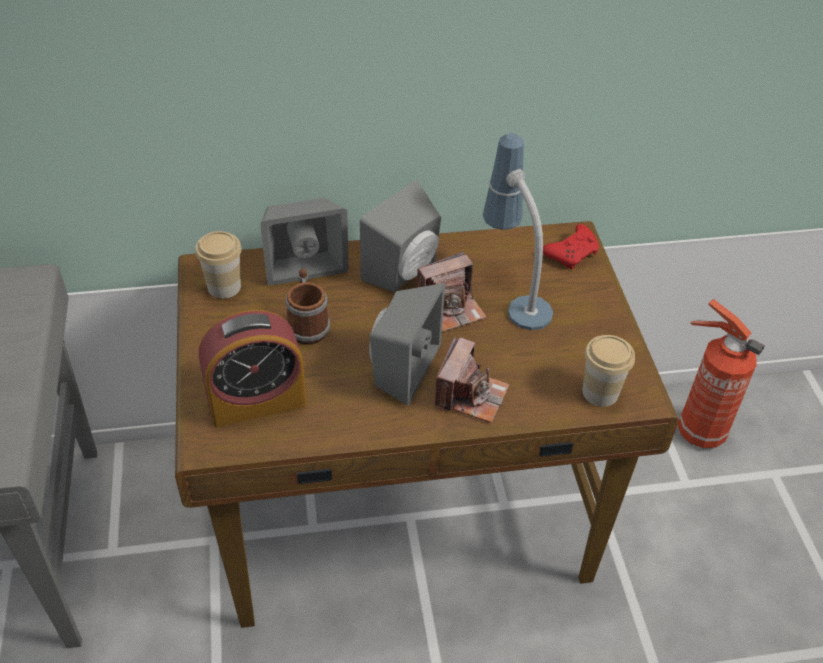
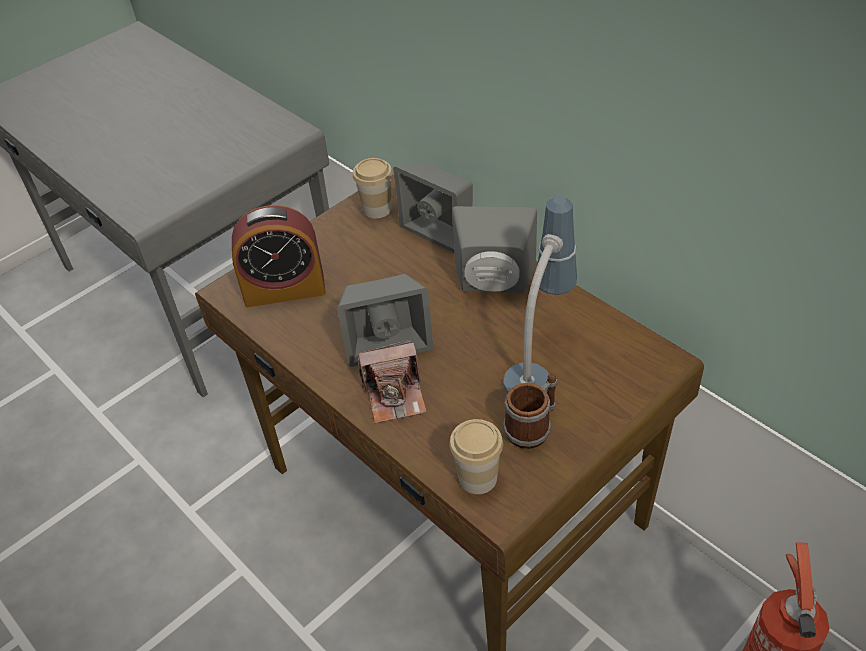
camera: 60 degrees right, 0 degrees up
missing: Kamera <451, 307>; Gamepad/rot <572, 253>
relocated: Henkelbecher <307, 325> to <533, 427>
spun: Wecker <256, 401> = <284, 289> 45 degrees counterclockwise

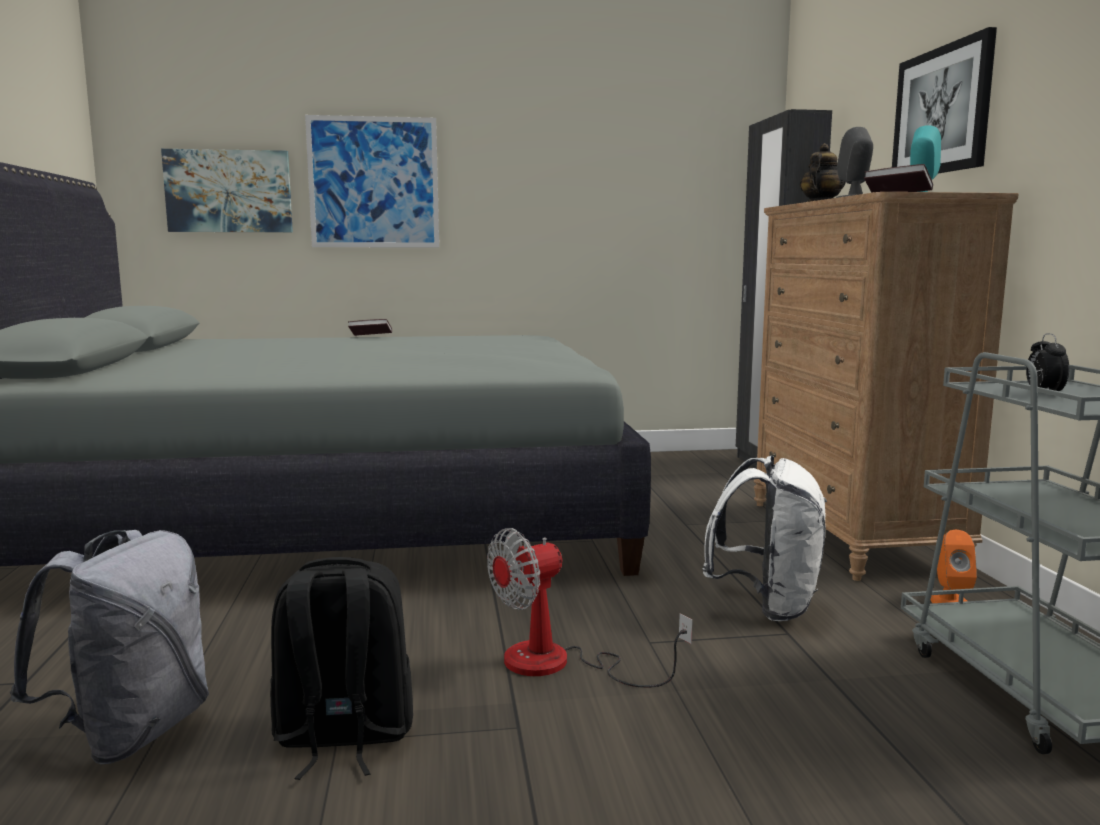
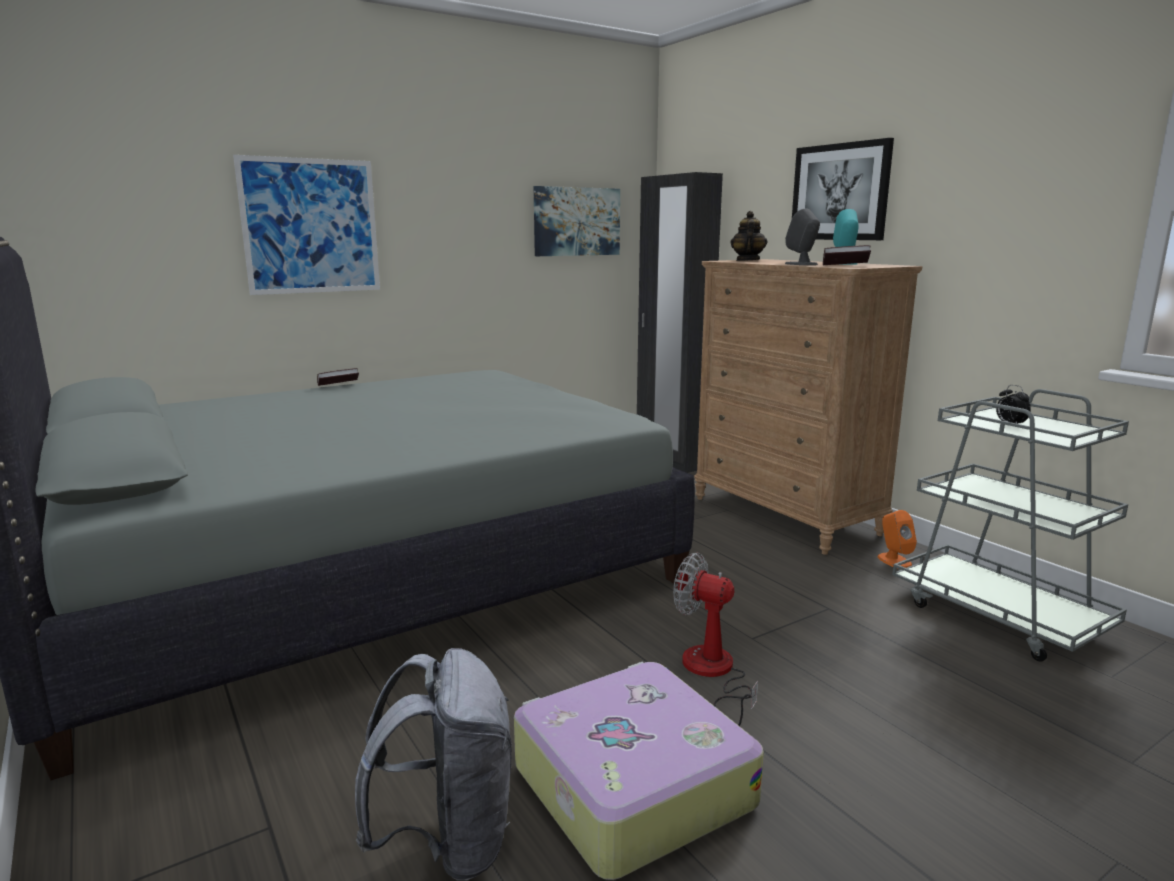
camera: 25 degrees left, 5 degrees up
missing: Rucksack/weiß <767, 606>
relocated: Bild <229, 191> to <576, 221>
exchanged: Rucksack/schwarz <343, 737> to Koffer <630, 785>
spun: Ventilator <559, 664> = <713, 673> 90 degrees clockwise

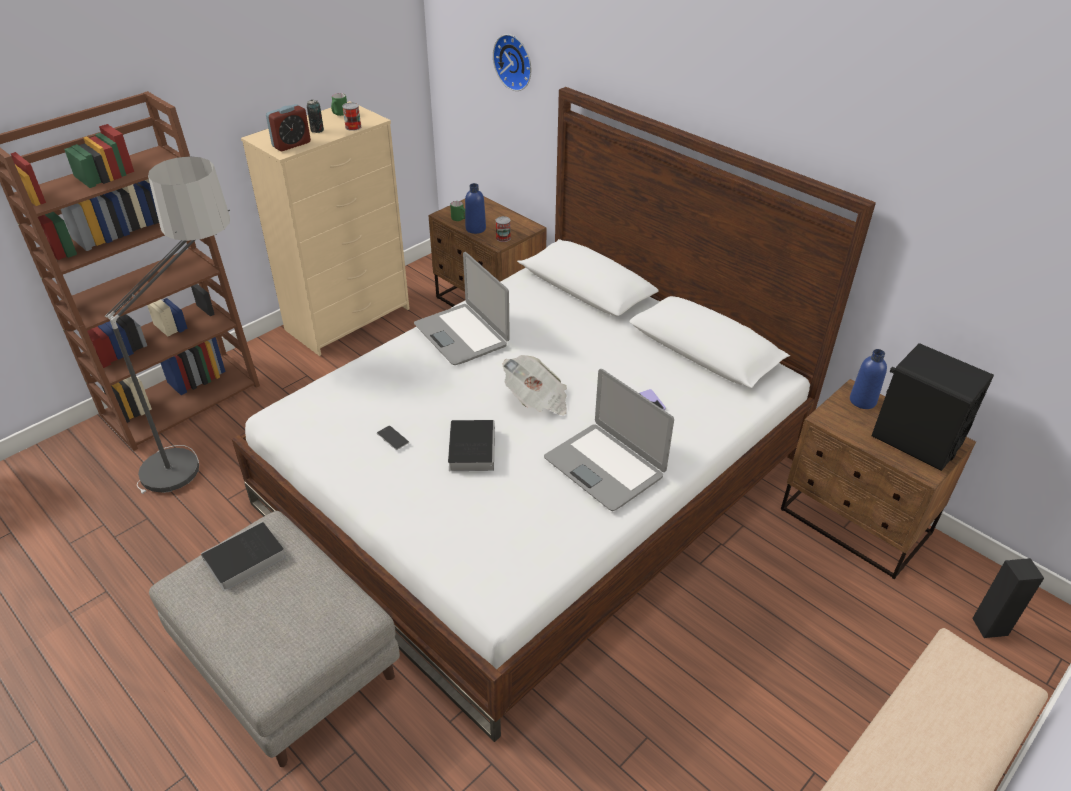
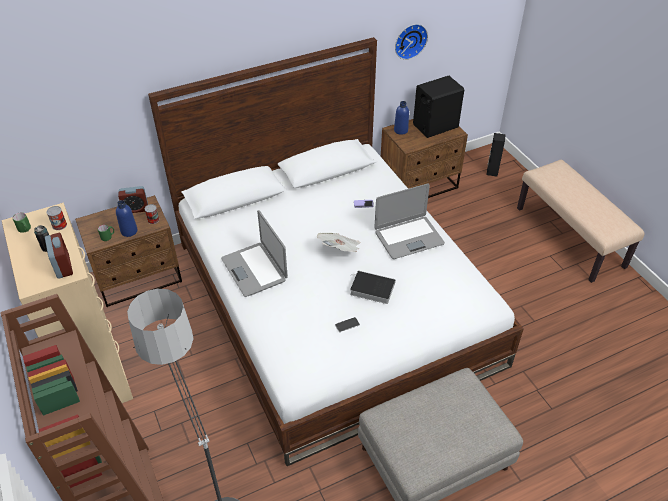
camera: 70 degrees left, 5 degrees up
missing: Buch <243, 560>
appeared: Wecker <135, 209>
relocated: Wanduhr <515, 61> to <409, 40>
spun: Laptop <462, 335> = <254, 269> 75 degrees clockwise

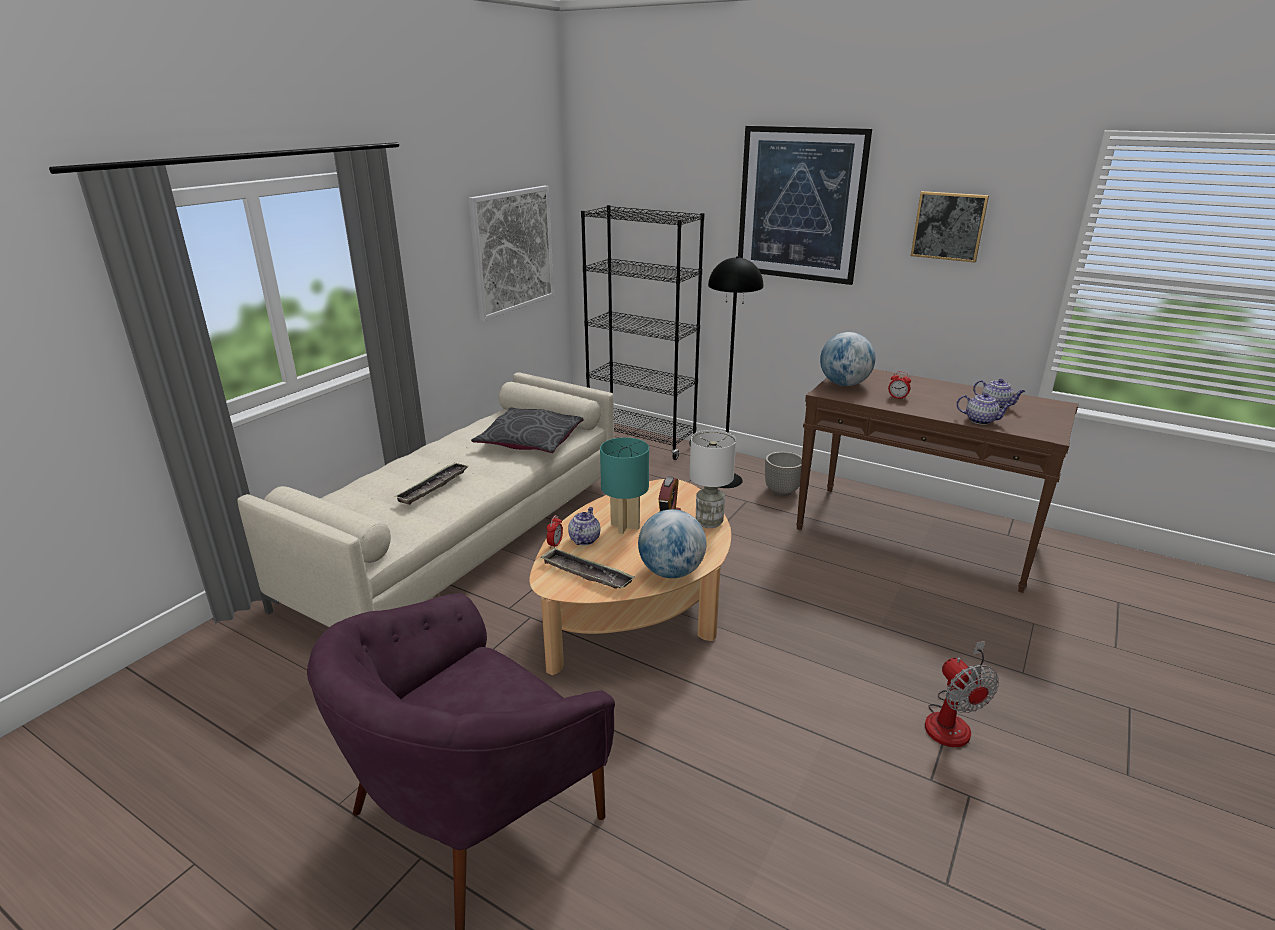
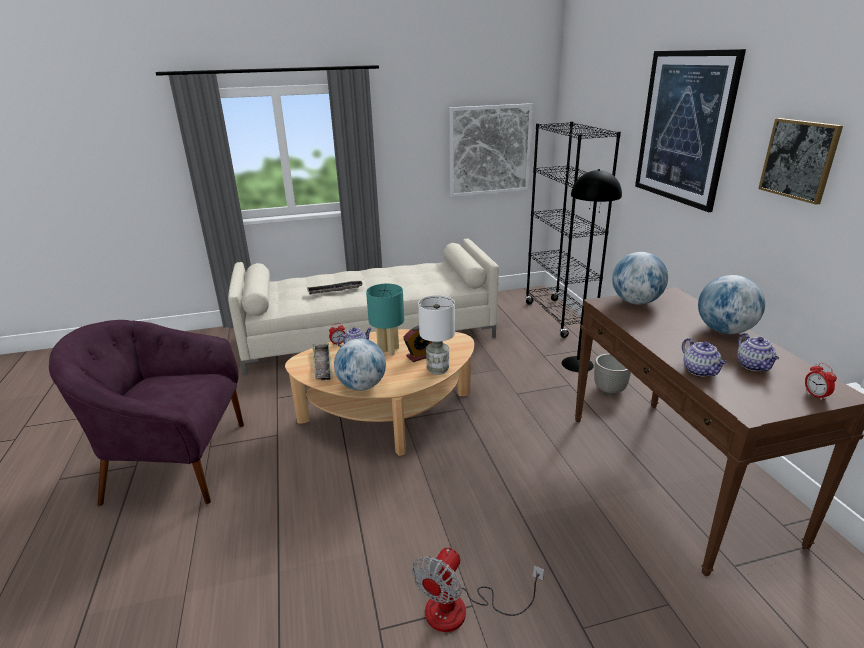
camera: 45 degrees right, 0 degrees up
missing: Kissen/grau <530, 441>
appeared: Globus <724, 331>
relocated: Wecker <897, 397> to <815, 395>

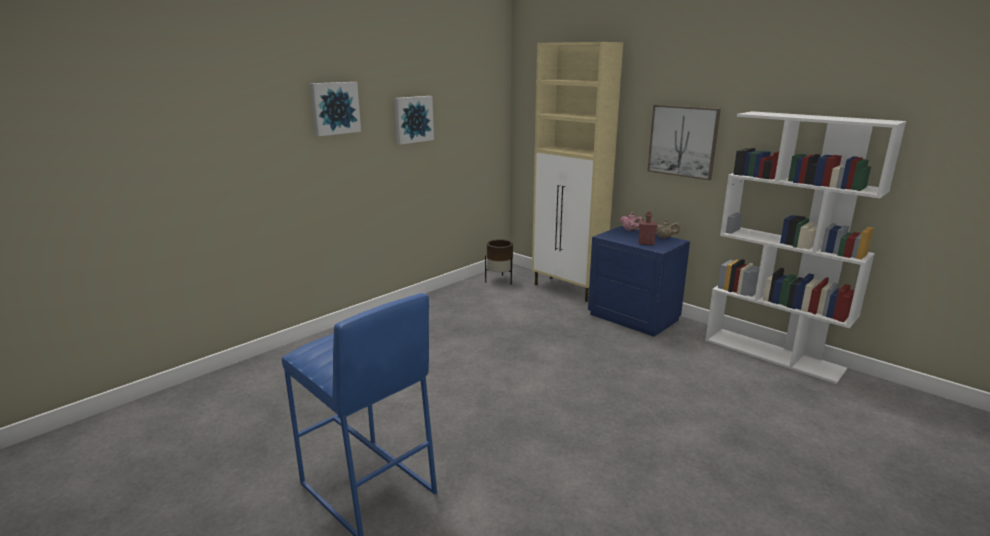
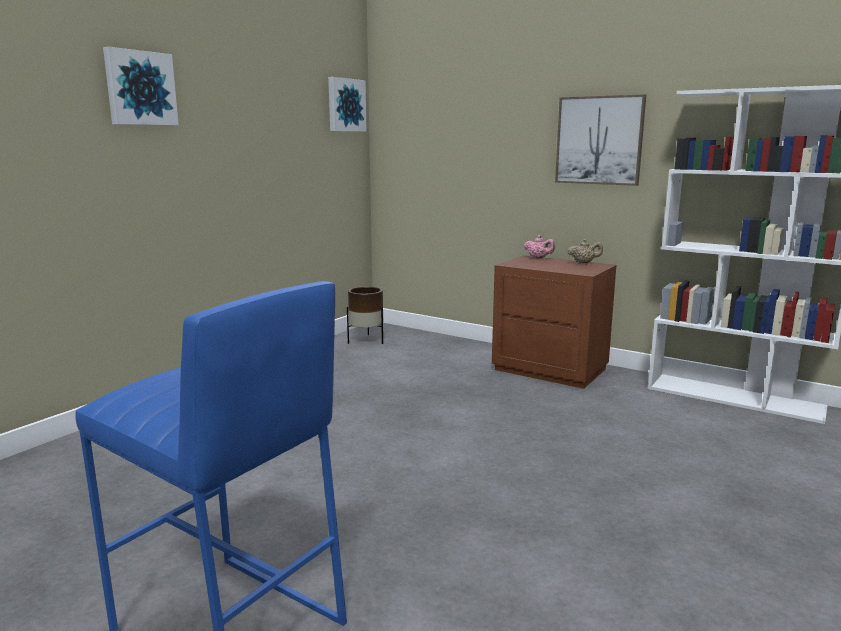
camera: 10 degrees left, 5 degrees down
missing: Schrank/beige <568, 289>; Flasche/rot <646, 243>
relocated: Bild <413, 119> to <345, 105>
colour: Nachttisch/blau <634, 317> to Nachttisch/braun <550, 369>

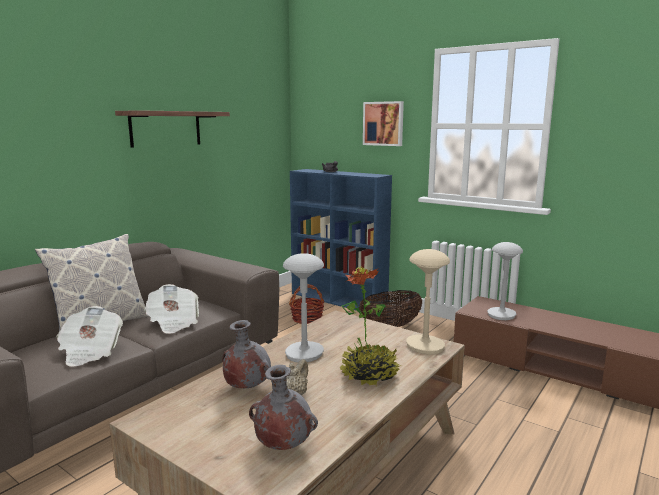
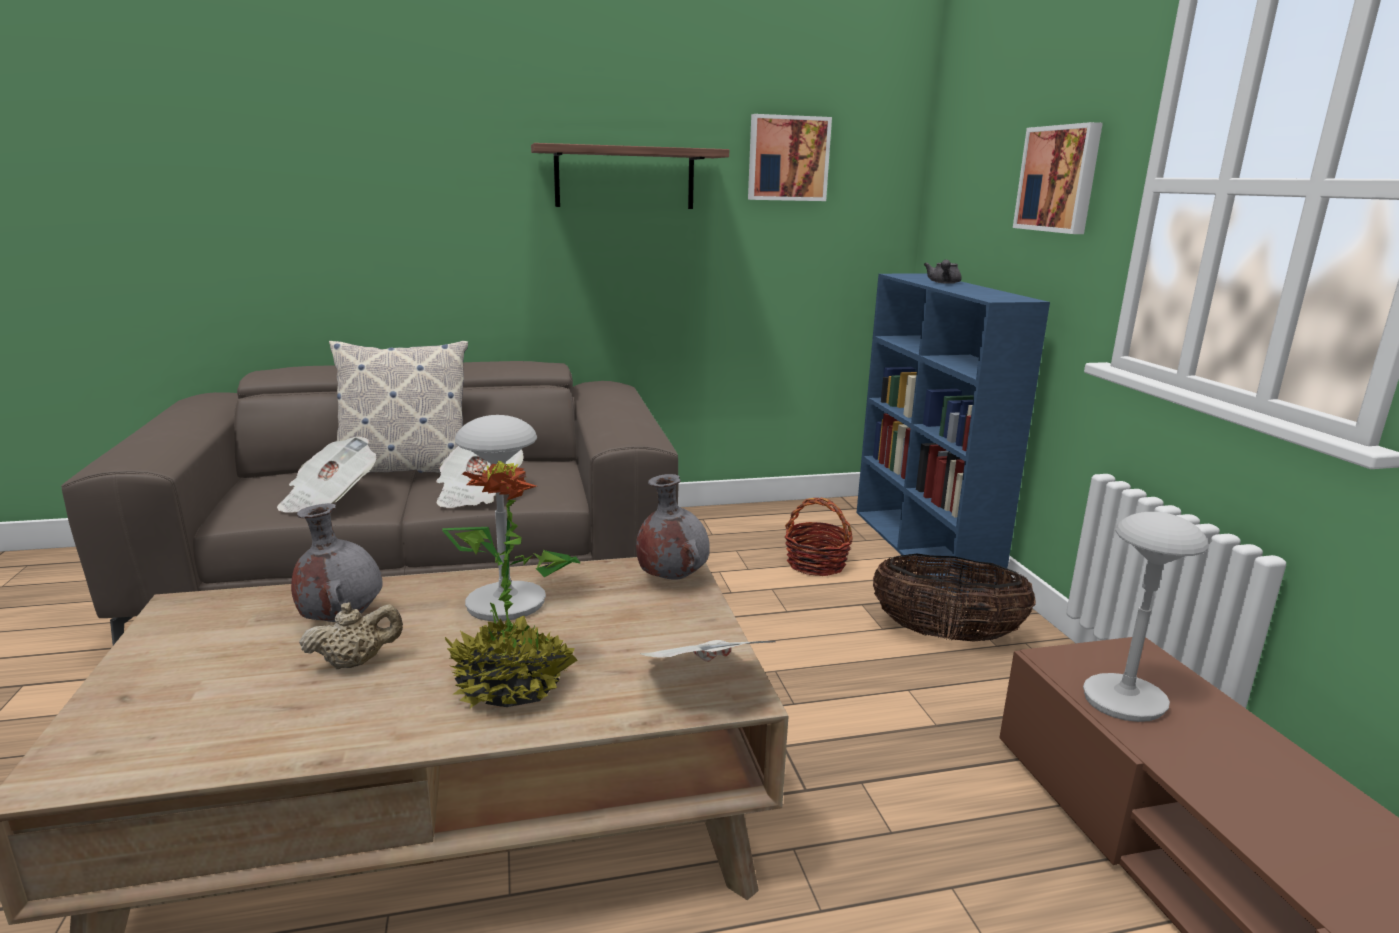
camera: 40 degrees right, 5 degrees up
appeared: Bild <787, 158>
relocated: Vase/grau <282, 445> to <671, 578>
exchanged: Tischlampe/beige <424, 346> to Zeitung <705, 680>

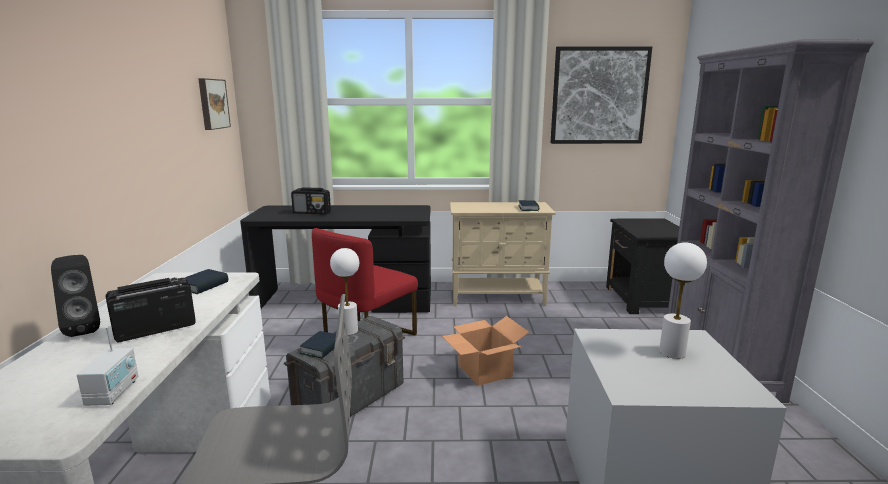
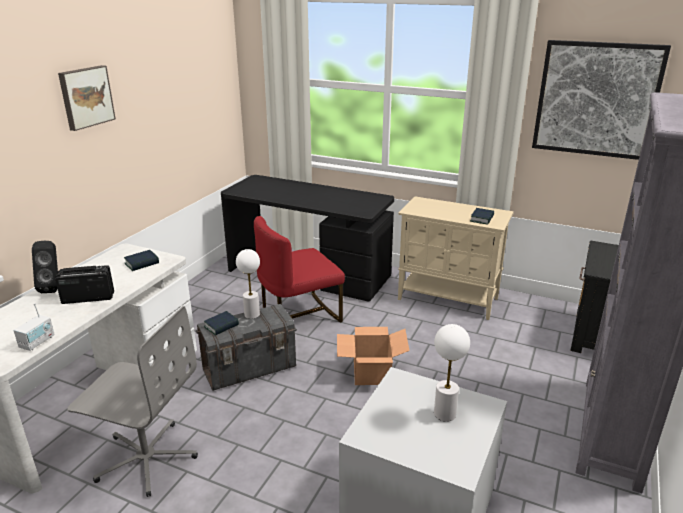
camera: 25 degrees right, 10 degrees up
missing: Radio <312, 213>
relocated: Bild <212, 104> to <86, 97>

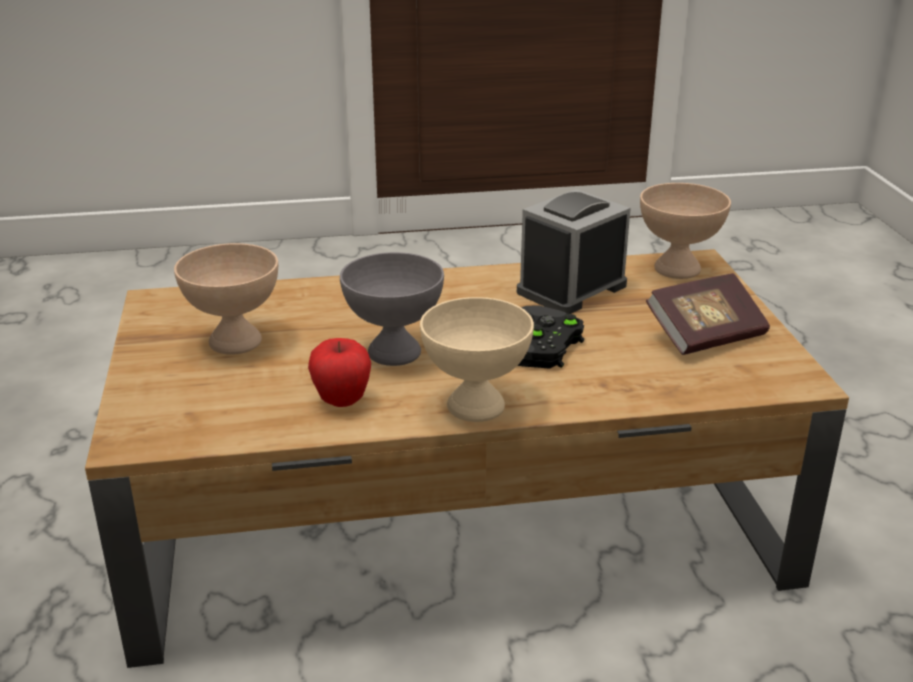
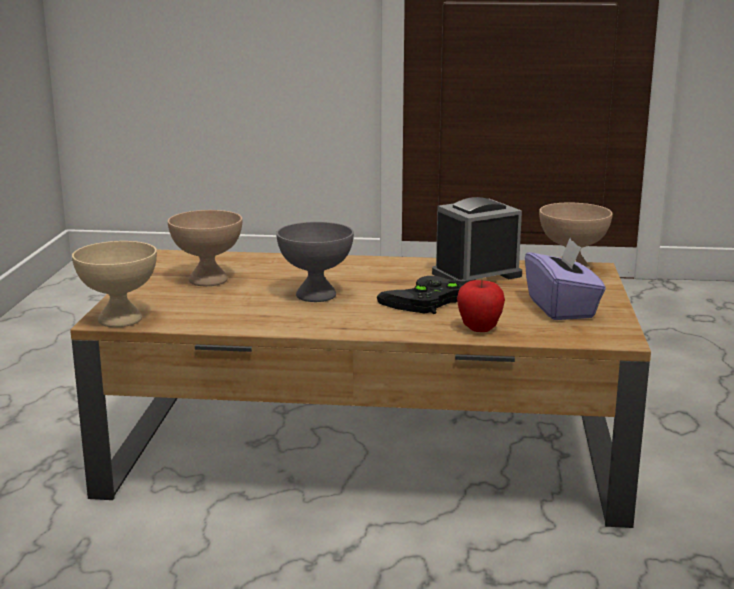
camera: 15 degrees right, 10 degrees down
relocated: Apfel <342, 401> to <479, 329>; Schüssel/beige <477, 405> to <122, 319>
exchanged: Buch <705, 336> to Taschentuchbox/lila <562, 308>

